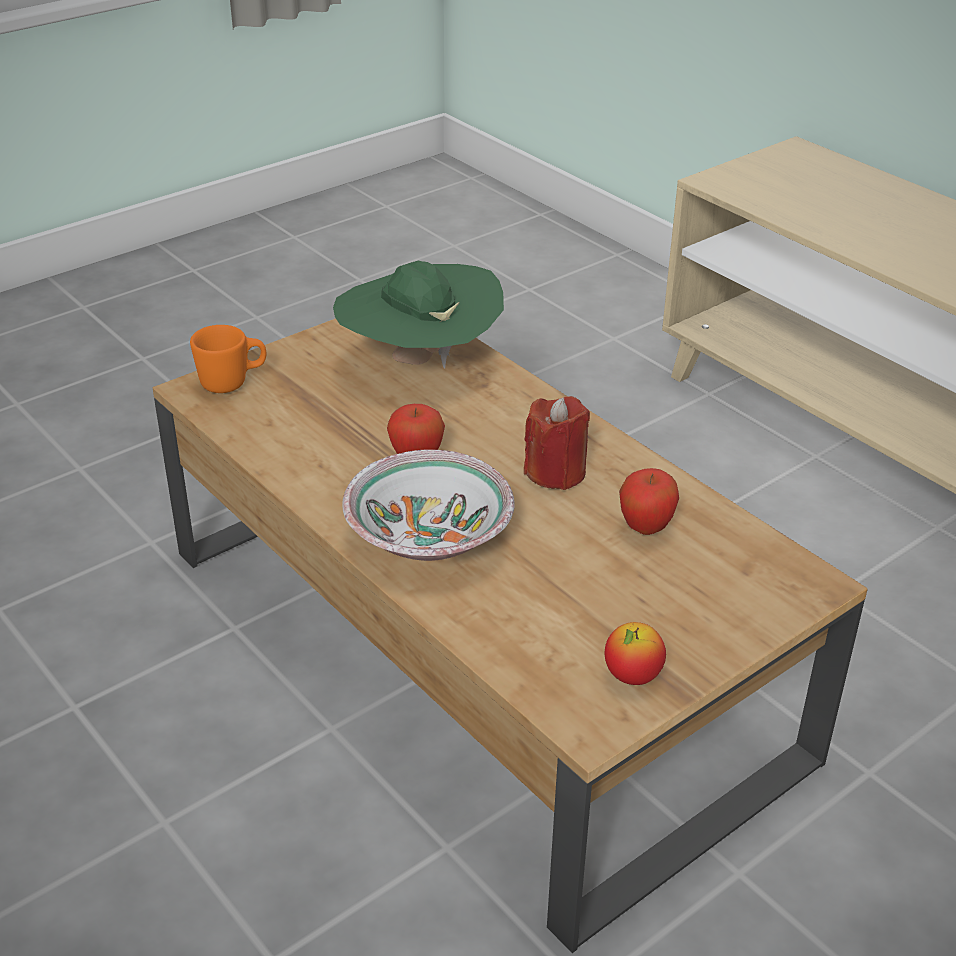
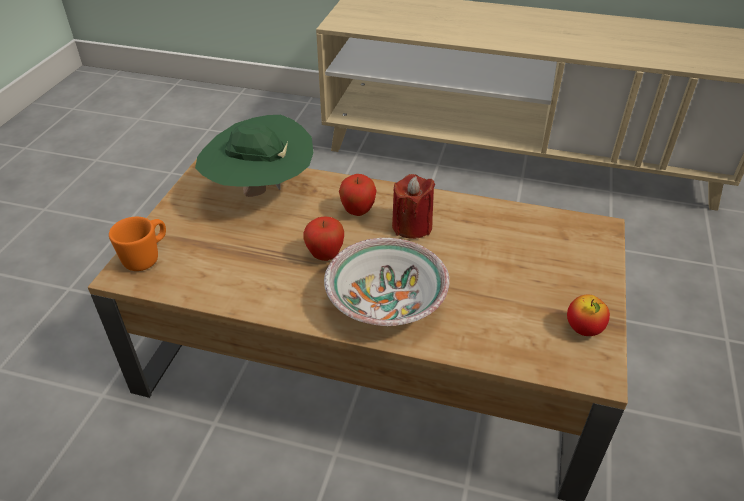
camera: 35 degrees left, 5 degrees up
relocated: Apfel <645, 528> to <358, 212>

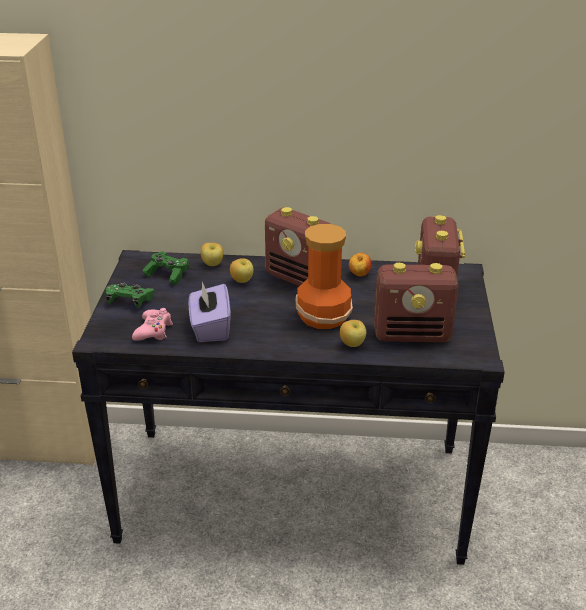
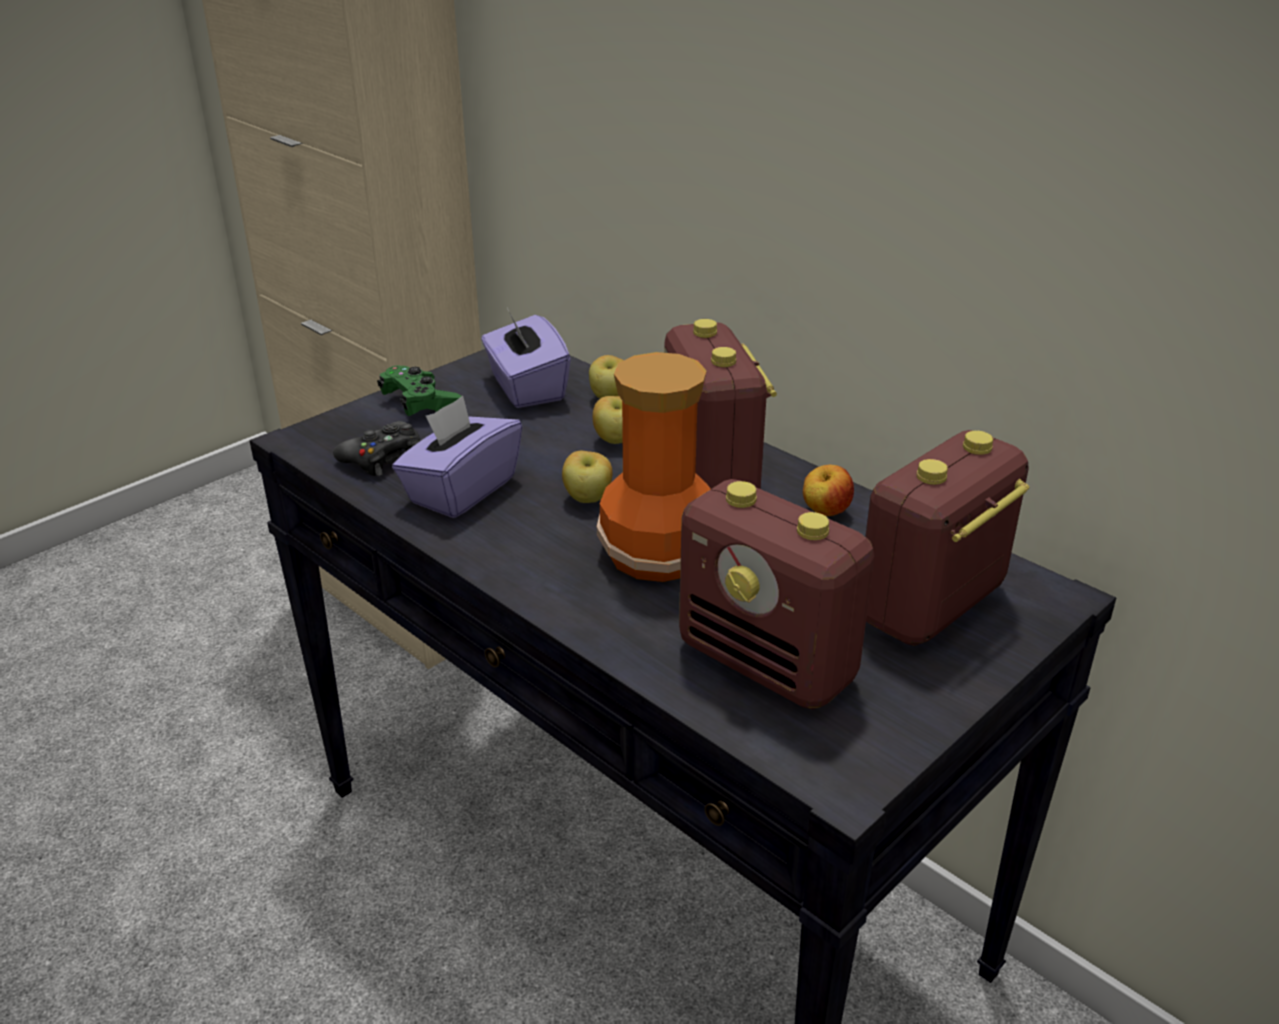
camera: 40 degrees right, 0 degrees up
relocated: Apfel <352, 344> to <588, 499>
exchanged: Gamepad/grün <167, 274> to Taschentuchbox/lila <526, 388>
colour: Gamepad/rosa <153, 331> to Gamepad/schwarz <383, 458>

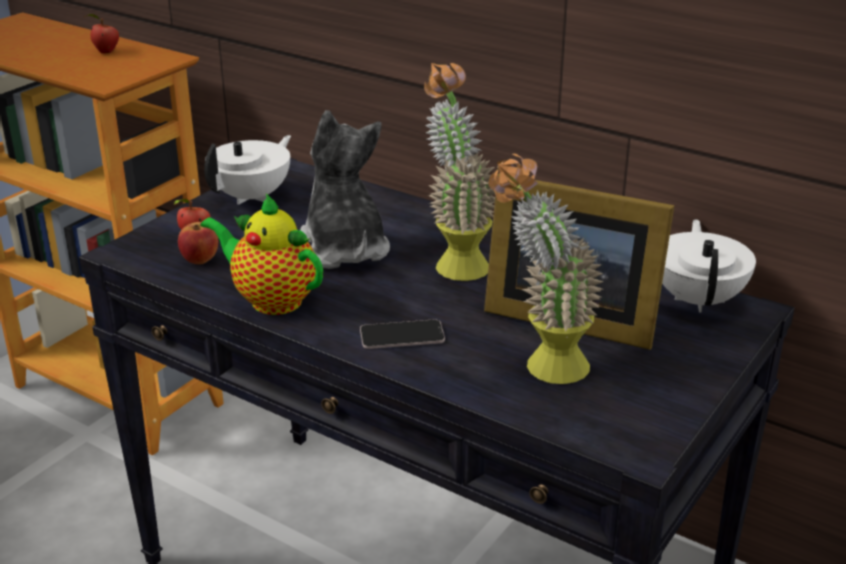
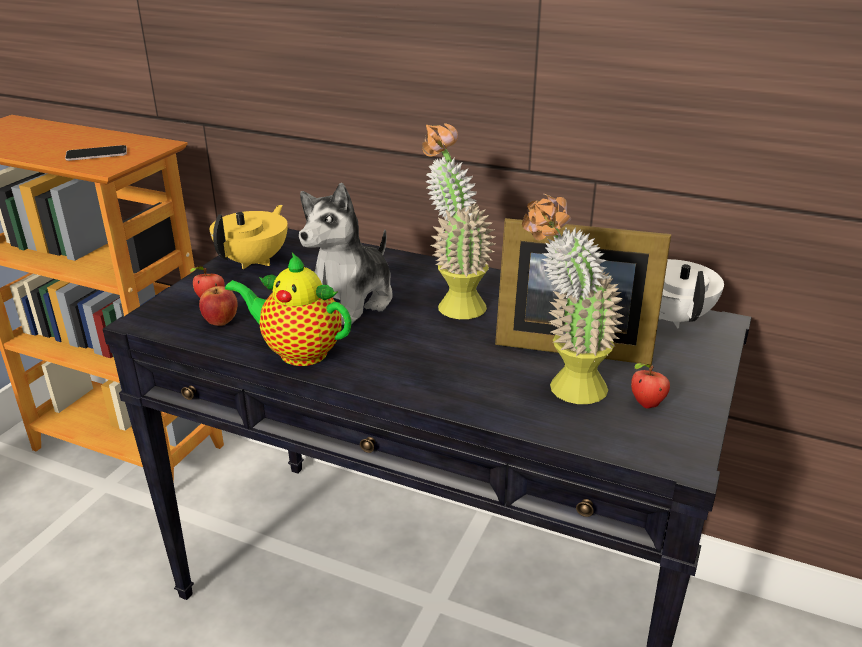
camera: 10 degrees left, 0 degrees up
relocated: Apfel <105, 52> to <646, 405>; Handy <402, 336> to <97, 154>
colour: Teekanne/weiß <252, 196> to Teekanne/gelb <254, 261>
spun: Plüschtier <343, 249> = <351, 301> 120 degrees counterclockwise

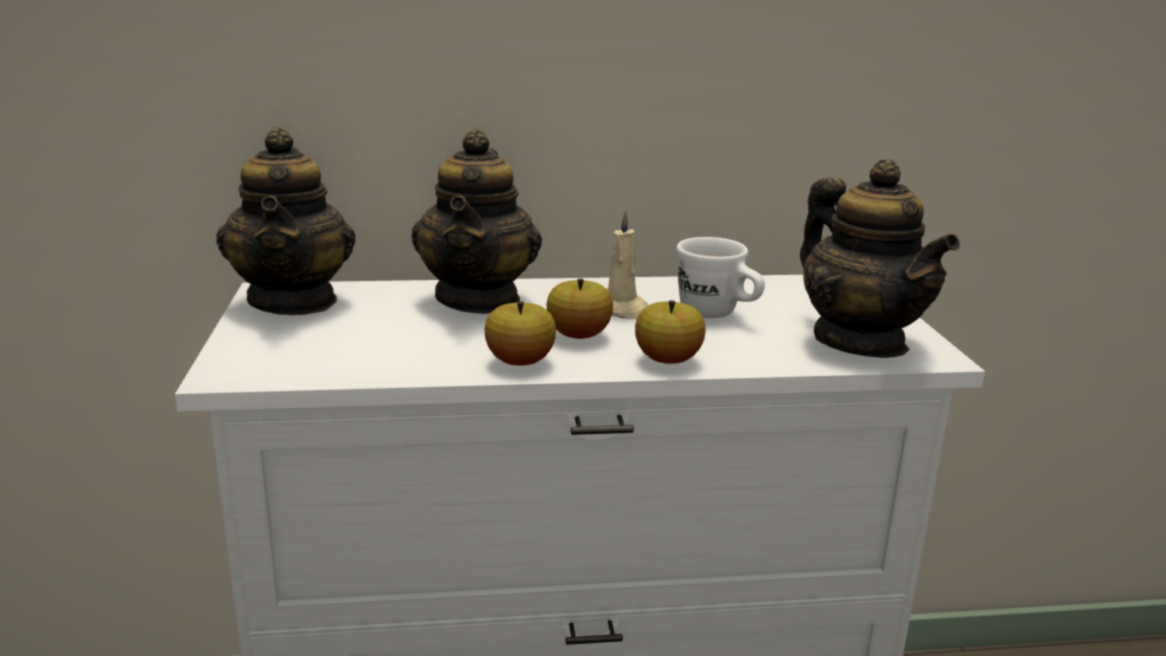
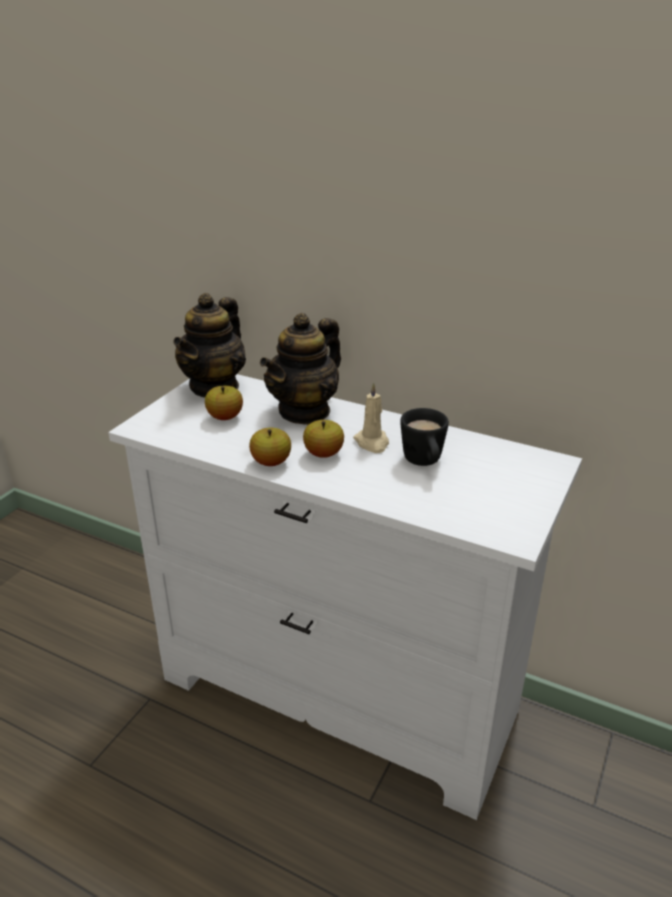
camera: 35 degrees right, 10 degrees up
missing: Teekanne <860, 342>
relocated: Apfel <668, 360> to <225, 417>
colour: Henkelbecher/weiß <718, 315> to Henkelbecher/schwarz <424, 463>

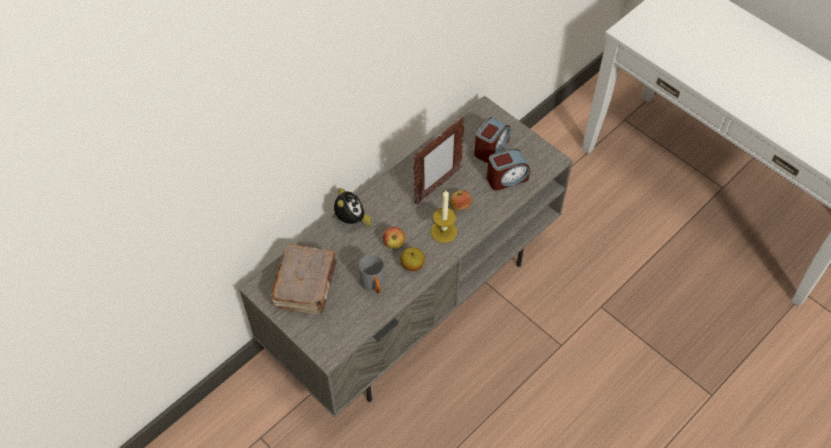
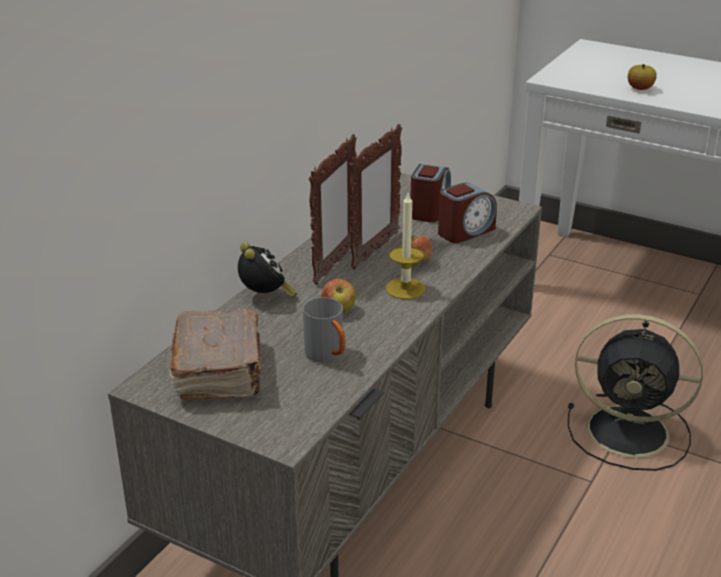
camera: 15 degrees left, 25 degrees down
appeared: Bilderrahmen <334, 264>; Ventilator/schwarz <631, 432>
relocated: Apfel <412, 265> to <640, 89>

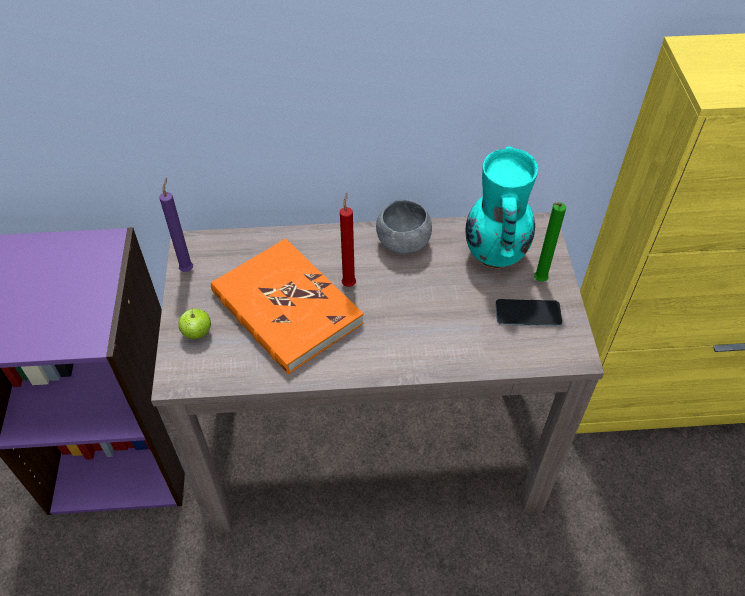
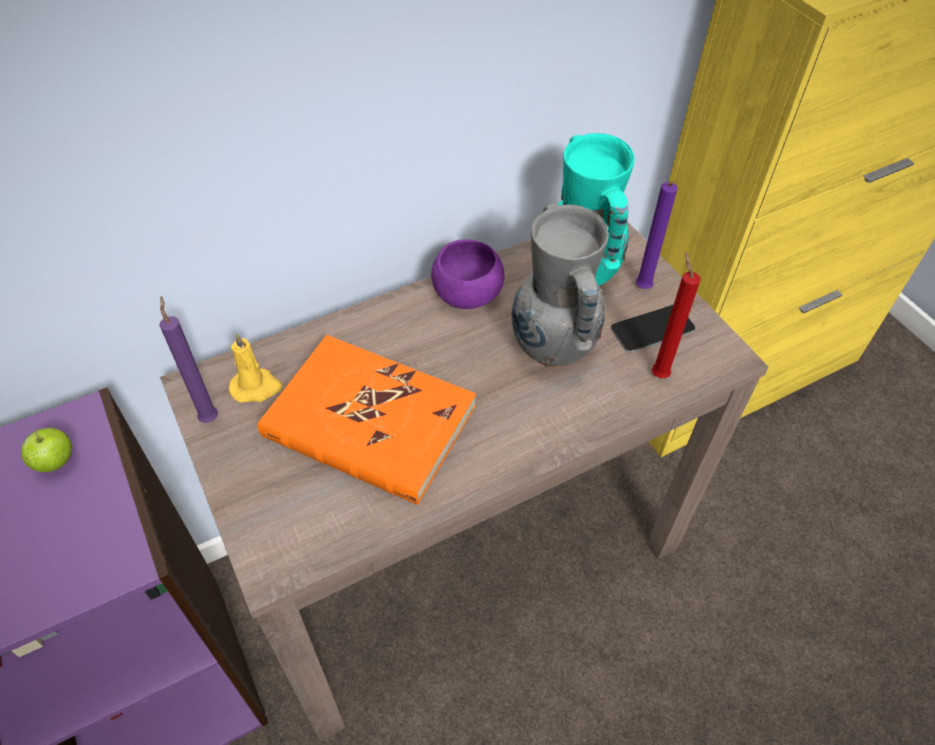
camera: 25 degrees left, 0 degrees up
appeared: Kerze/gelb <256, 387>; Vase/grau <552, 350>
relocated: Apfel <197, 333> to <55, 462>; Kerze/rot <349, 283> to <658, 373>
colour: Schüssel/grau <403, 242> to Schüssel/lila <467, 295>; Kerze/grün <538, 281> to Kerze/lila <641, 289>

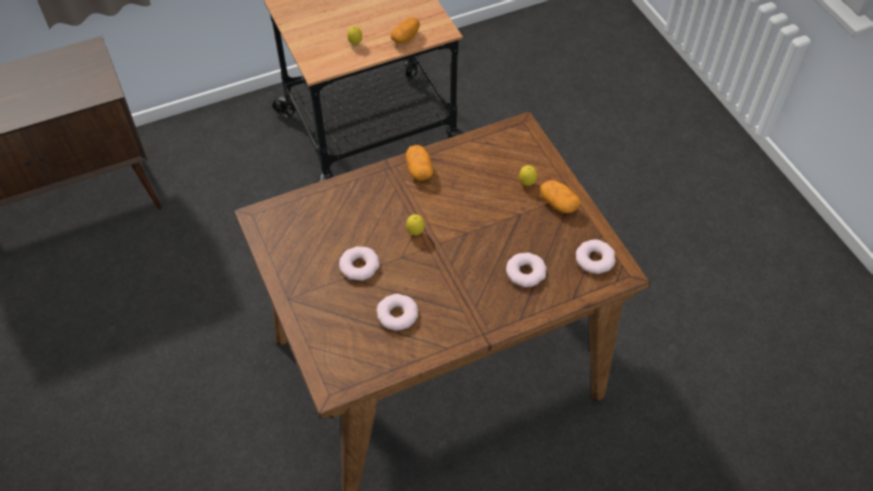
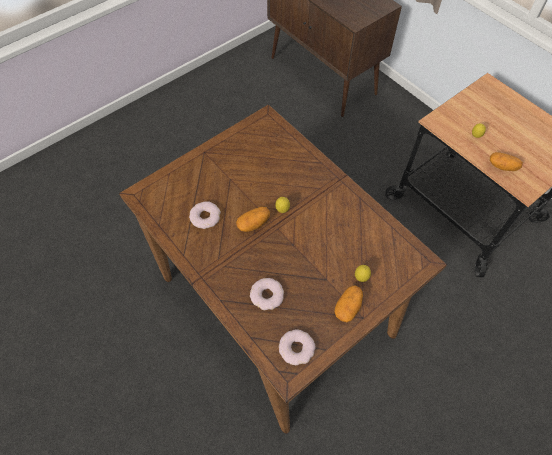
camera: 75 degrees right, 5 degrees up
missing: Donut <359, 266>
relocated: Kartoffel <419, 170> to <253, 224>

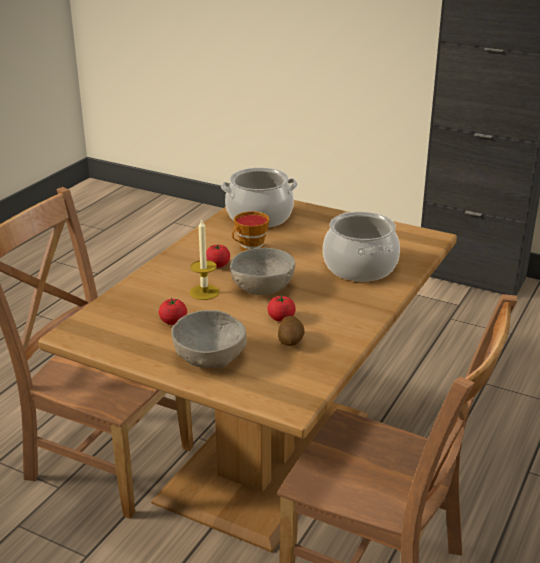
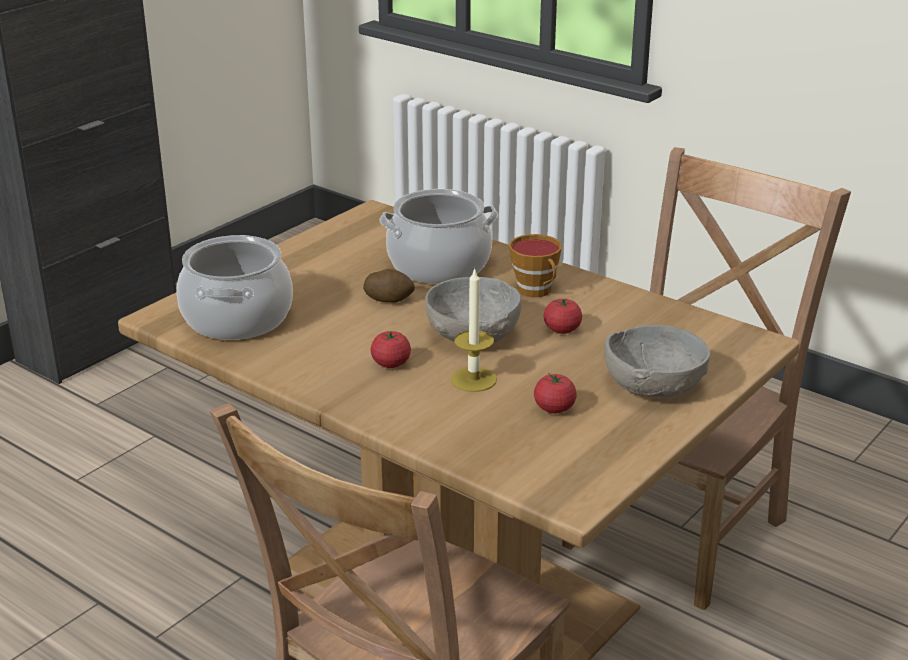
camera: 80 degrees left, 0 degrees up
relocated: Tasse <249, 249> to <537, 291>; Kartoffel <291, 341> to <389, 299>

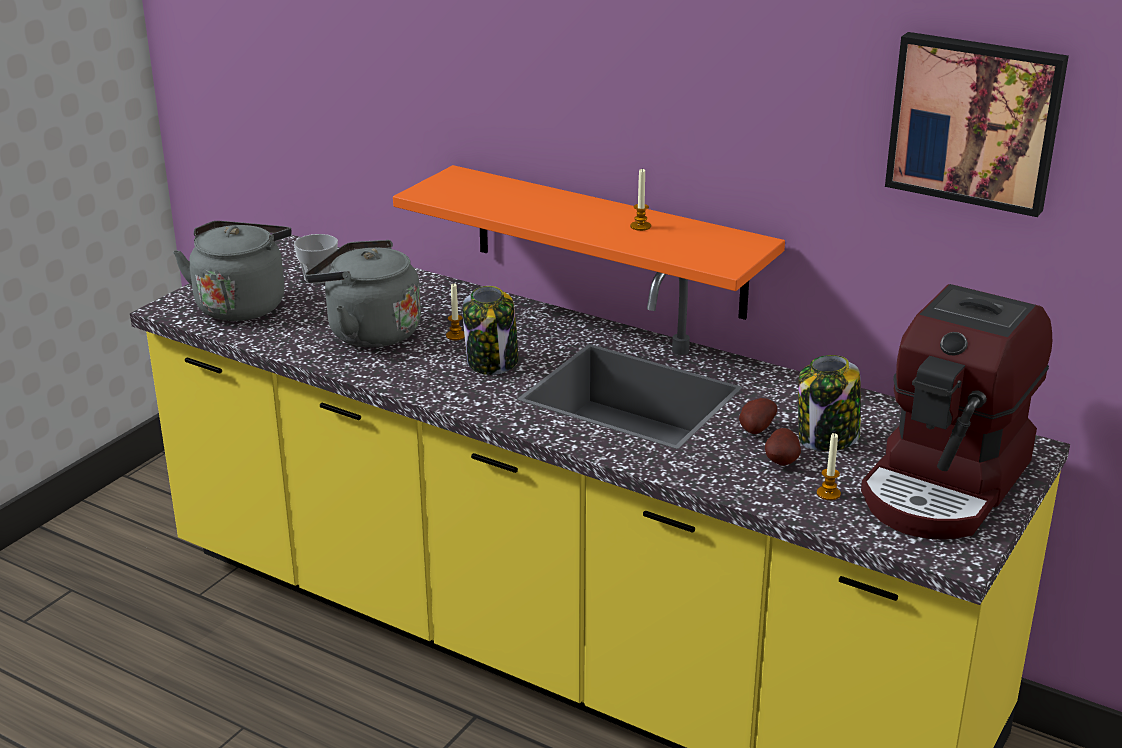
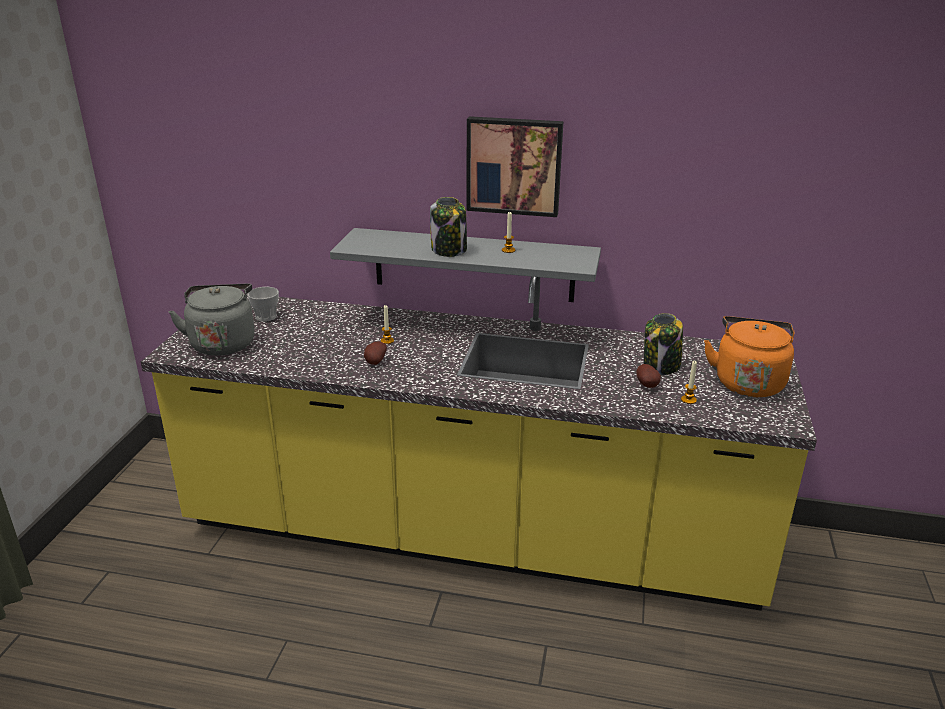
camera: 20 degrees left, 0 degrees up
missing: Wasserkessel/grau <368, 332>
relocated: Vorratsglas <492, 362> to <449, 250>; Kartoffel <754, 430> to <374, 362>; Bild <975, 121> to <514, 165>
exchanged: Kaffeemaschine <947, 484> to Wasserkessel/orange <747, 382>
colour: Wandregal/orange <608, 242> to Wandregal/grau <473, 265>

